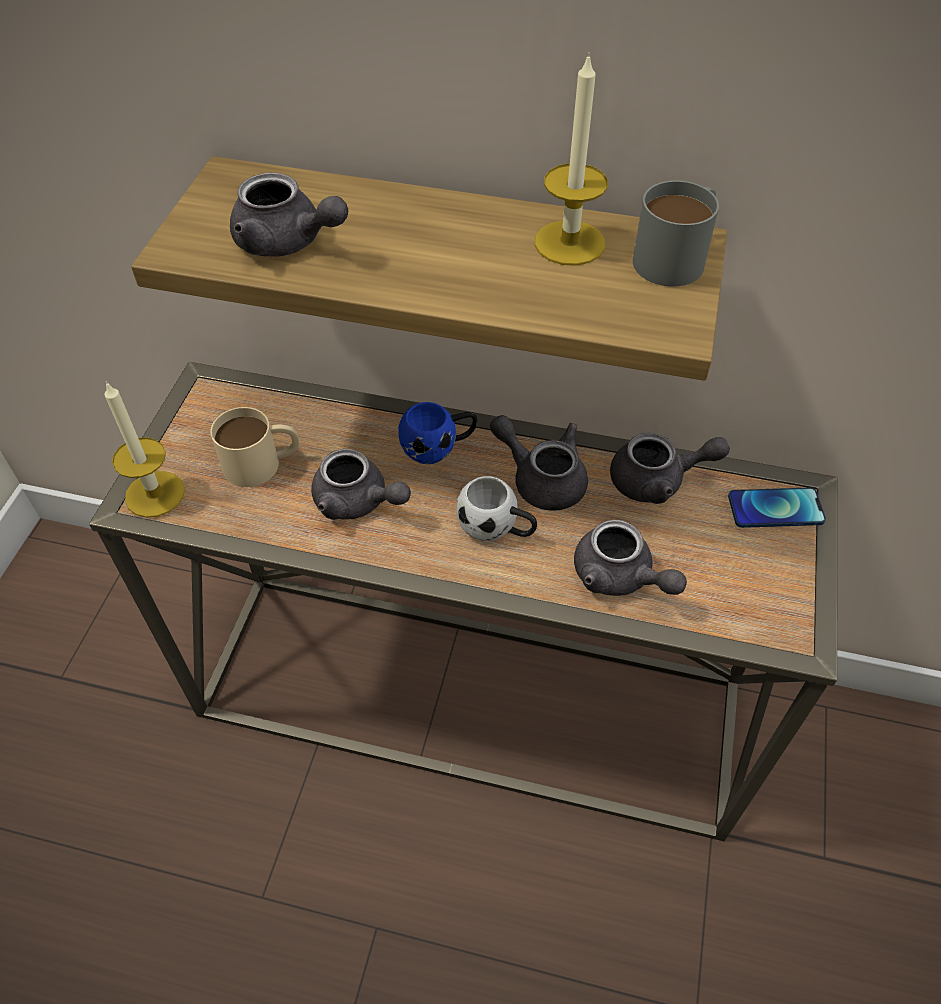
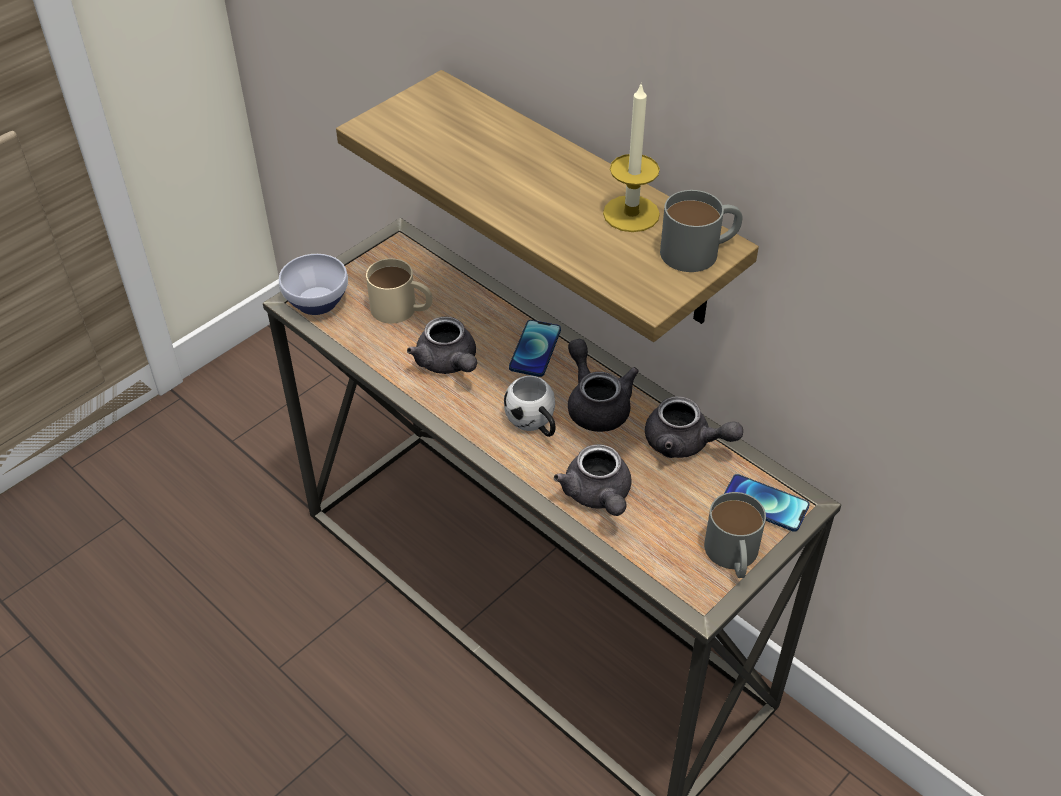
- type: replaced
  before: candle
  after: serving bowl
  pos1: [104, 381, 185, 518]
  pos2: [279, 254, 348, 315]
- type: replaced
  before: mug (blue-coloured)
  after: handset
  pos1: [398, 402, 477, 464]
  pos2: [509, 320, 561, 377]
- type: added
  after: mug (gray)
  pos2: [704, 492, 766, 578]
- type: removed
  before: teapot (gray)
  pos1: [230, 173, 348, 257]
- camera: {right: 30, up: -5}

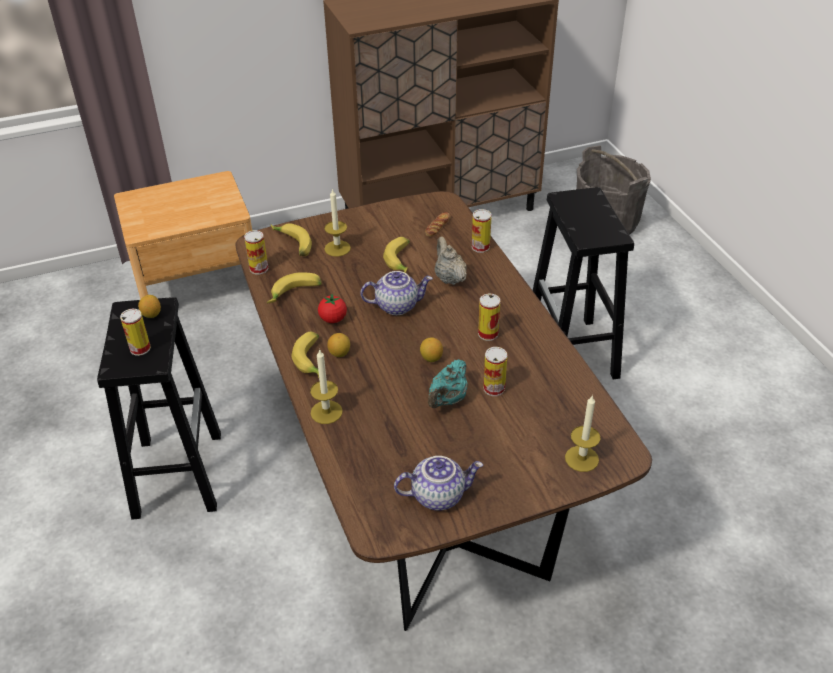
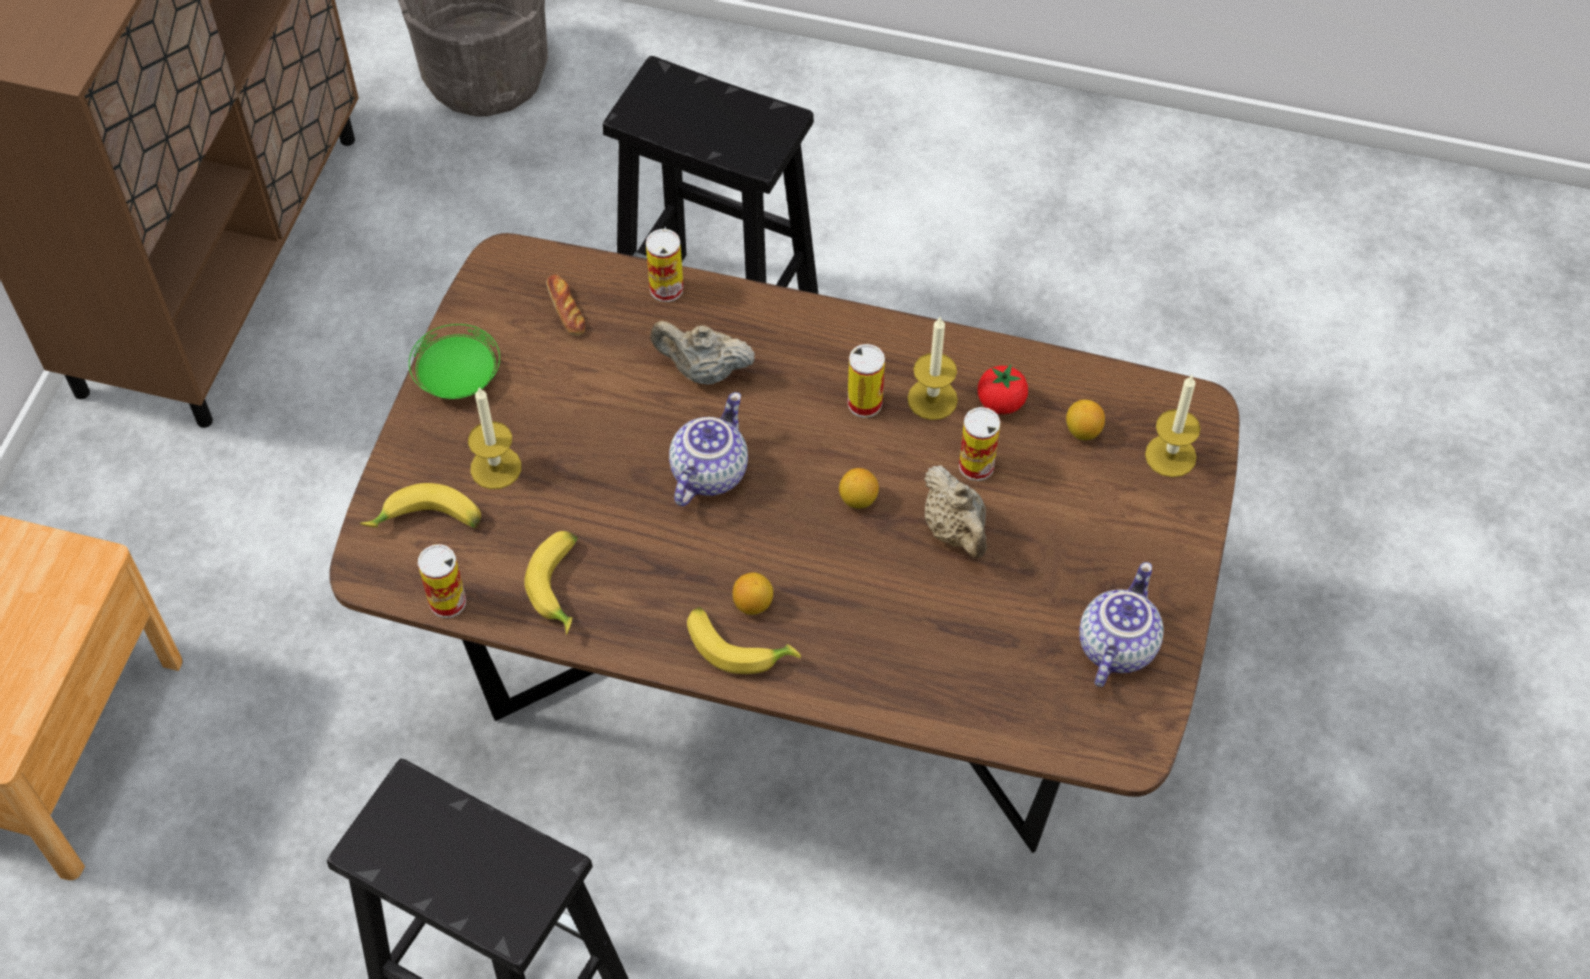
- type: added
  after: dinner plate (greenish)
  pos2: [409, 324, 500, 399]
- type: moved
  before: candle
  pos1: [310, 349, 343, 424]
  pos2: [907, 316, 958, 420]
- type: recoloured
  before: teapot (blue-green)
  after: teapot (beige-coloured)
  pos1: [428, 359, 468, 408]
  pos2: [924, 465, 987, 558]
- type: moved
  before: fresh tomato
  pos1: [318, 294, 347, 323]
  pos2: [978, 364, 1028, 415]
- type: moved
  before: lemon
  pos1: [138, 295, 161, 318]
  pos2: [1066, 400, 1105, 440]
- type: removed
  before: metal can
  pos1: [120, 309, 151, 356]
- type: removed
  before: banana fruit
  pos1: [383, 237, 410, 273]
- camera: {right: -55, up: 15}

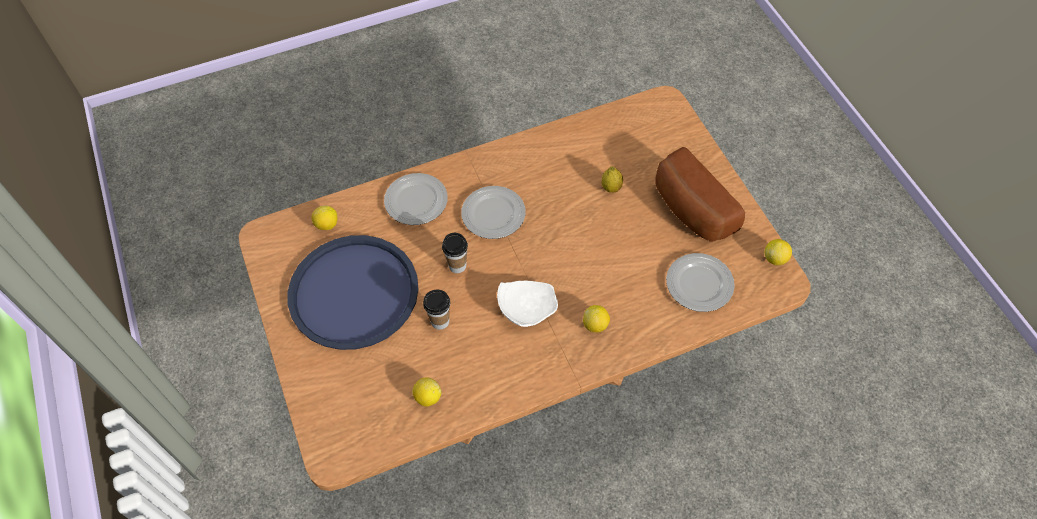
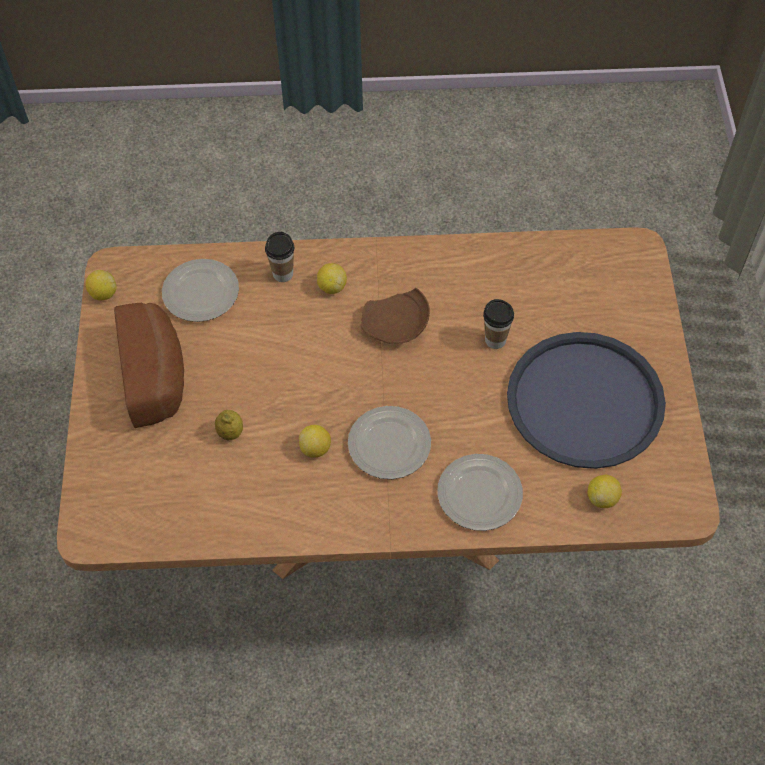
- type: moved
  before: drinking cup
  pos1: [442, 233, 468, 273]
  pos2: [265, 232, 294, 282]
- type: moved
  before: lemon
  pos1: [412, 378, 441, 407]
  pos2: [299, 425, 331, 458]
- type: recoloured
  before: dinner plate (whitish)
  after: dinner plate (brown-coloured)
  pos1: [497, 281, 558, 327]
  pos2: [361, 288, 430, 344]
- camera: {right: -160, up: 0}

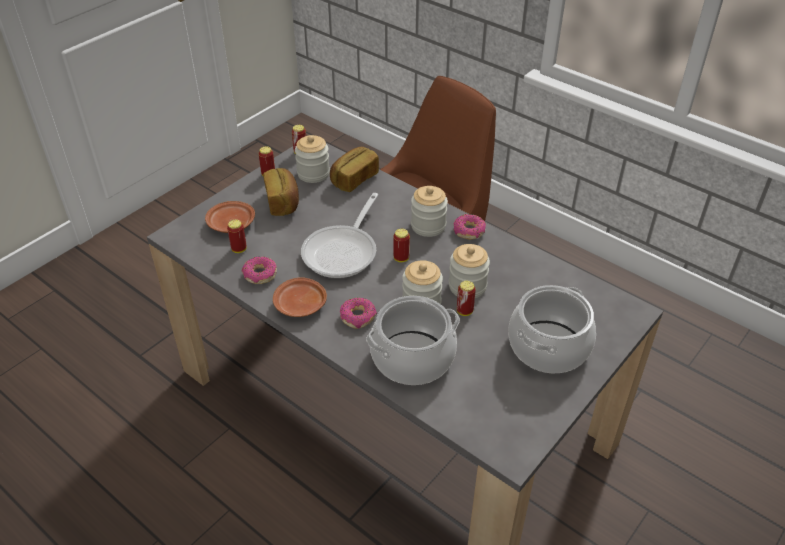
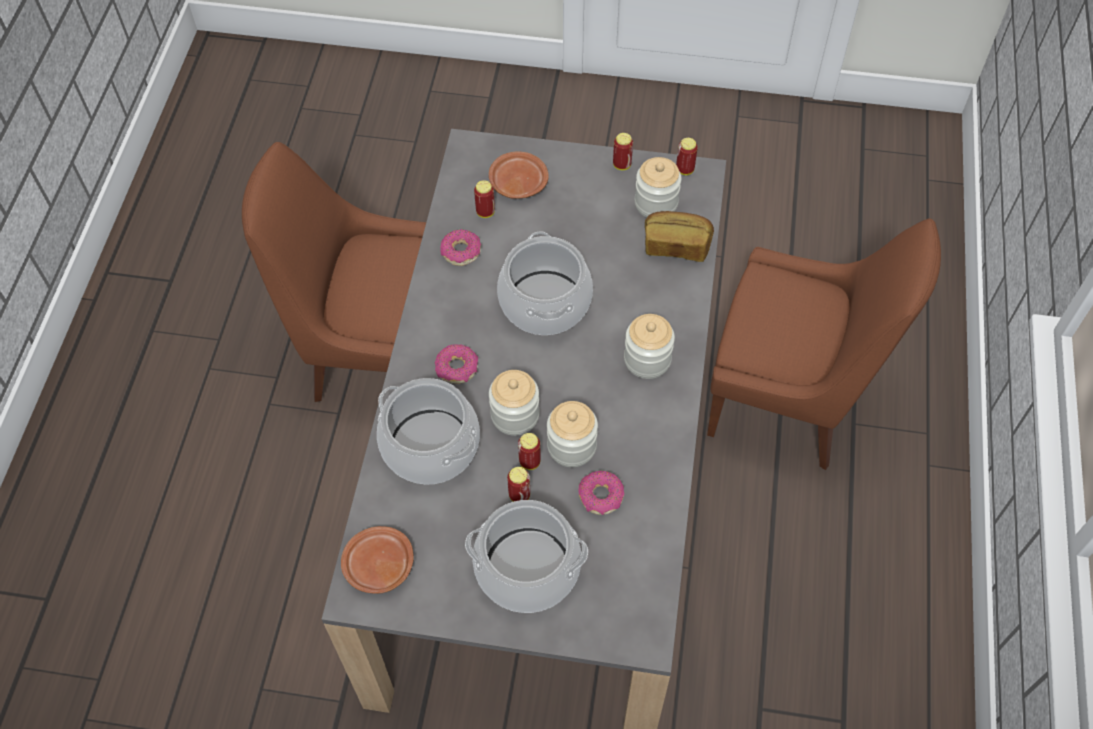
- type: added
  after: upright chair (brown-coloured)
  pos2: [242, 142, 426, 402]
- type: moved
  before: dinner plate (brown-coloured)
  pos1: [273, 277, 327, 317]
  pos2: [341, 526, 414, 594]
- type: replaced
  before: skillet
  after: stockpot
  pos1: [301, 193, 378, 278]
  pos2: [497, 232, 593, 335]
- type: moved
  before: metal can
  pos1: [393, 229, 410, 262]
  pos2: [507, 467, 530, 502]
- type: moved
  before: donut
  pos1: [453, 214, 486, 240]
  pos2: [578, 471, 624, 515]
- type: removed
  before: bakery bread
  pos1: [263, 168, 299, 216]
- camera: {right: 60, up: 15}

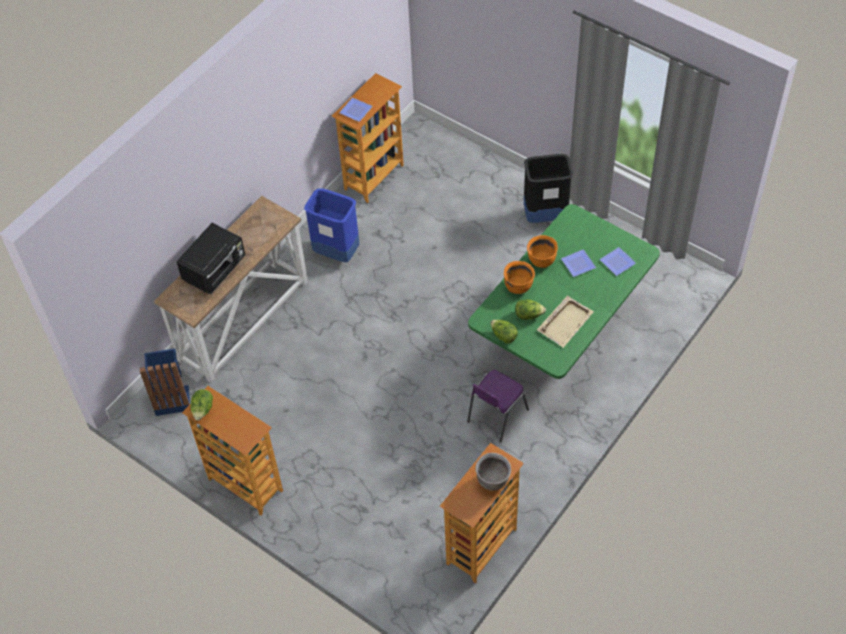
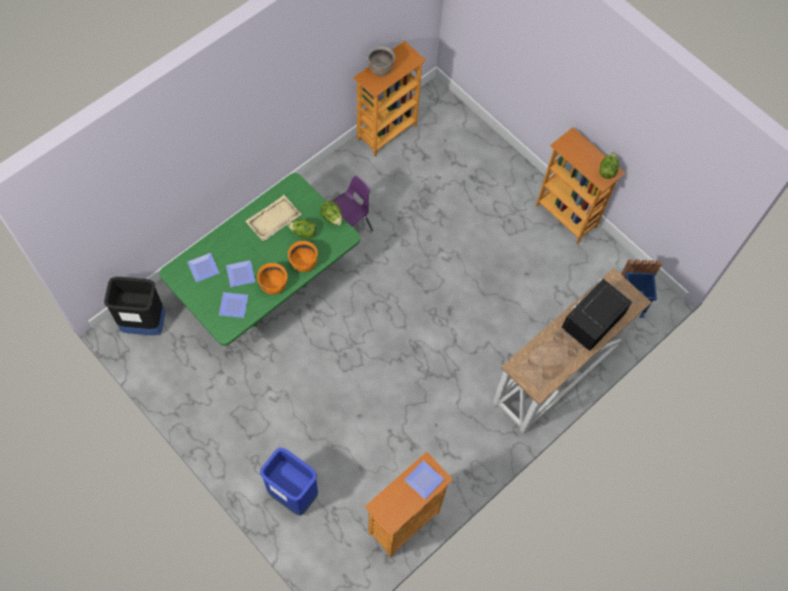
- type: moved
  before: waste bin (black)
  pos1: [524, 154, 573, 223]
  pos2: [104, 277, 165, 335]
- type: added
  after: dinner plate
  pos2: [219, 292, 248, 318]
- type: moved
  before: waste bin (blue-coloured)
  pos1: [304, 188, 359, 262]
  pos2: [260, 448, 318, 516]
- camera: {right: -175, up: 10}

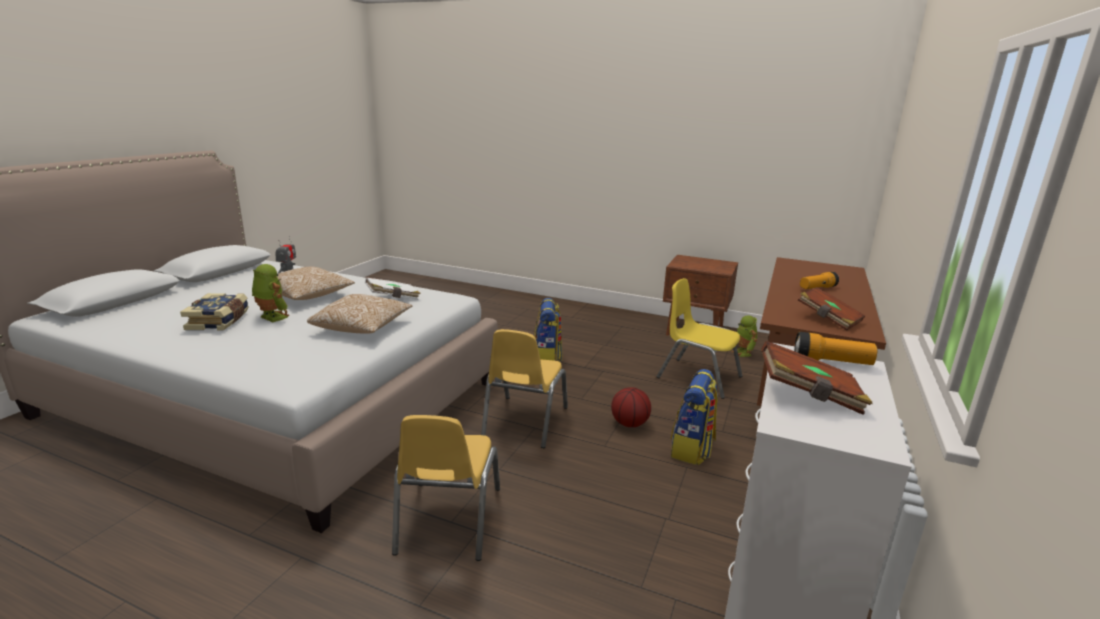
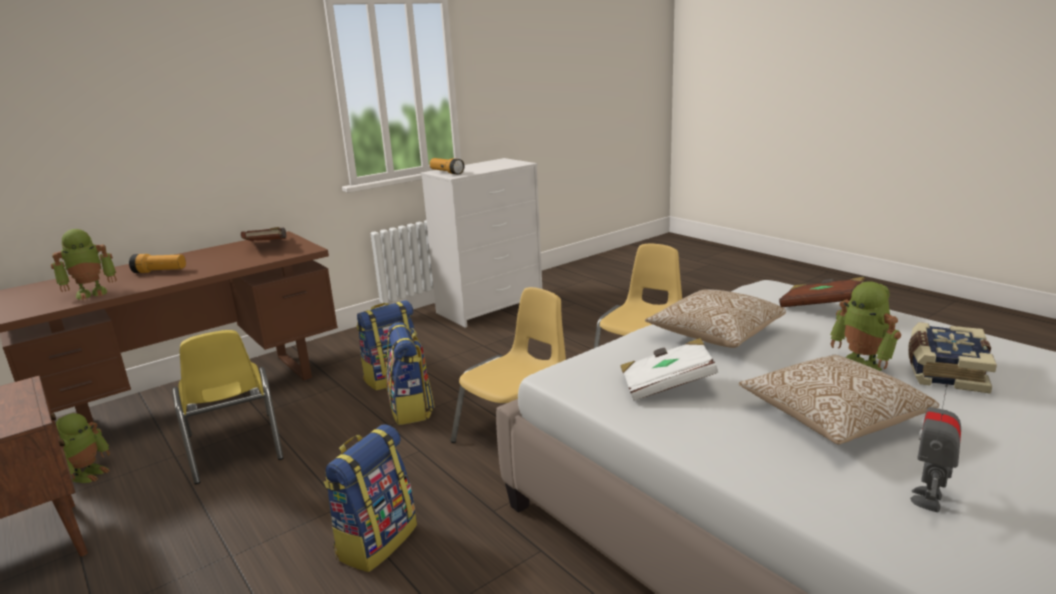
- type: added
  after: robot figure
  pos2: [51, 229, 117, 300]
- type: replaced
  before: basketball ball
  after: backpack
  pos1: [611, 387, 651, 427]
  pos2: [385, 322, 435, 425]
- type: moved
  before: book (brown-coloured)
  pos1: [761, 341, 872, 415]
  pos2: [779, 277, 865, 307]
- camera: {right: -150, up: 0}

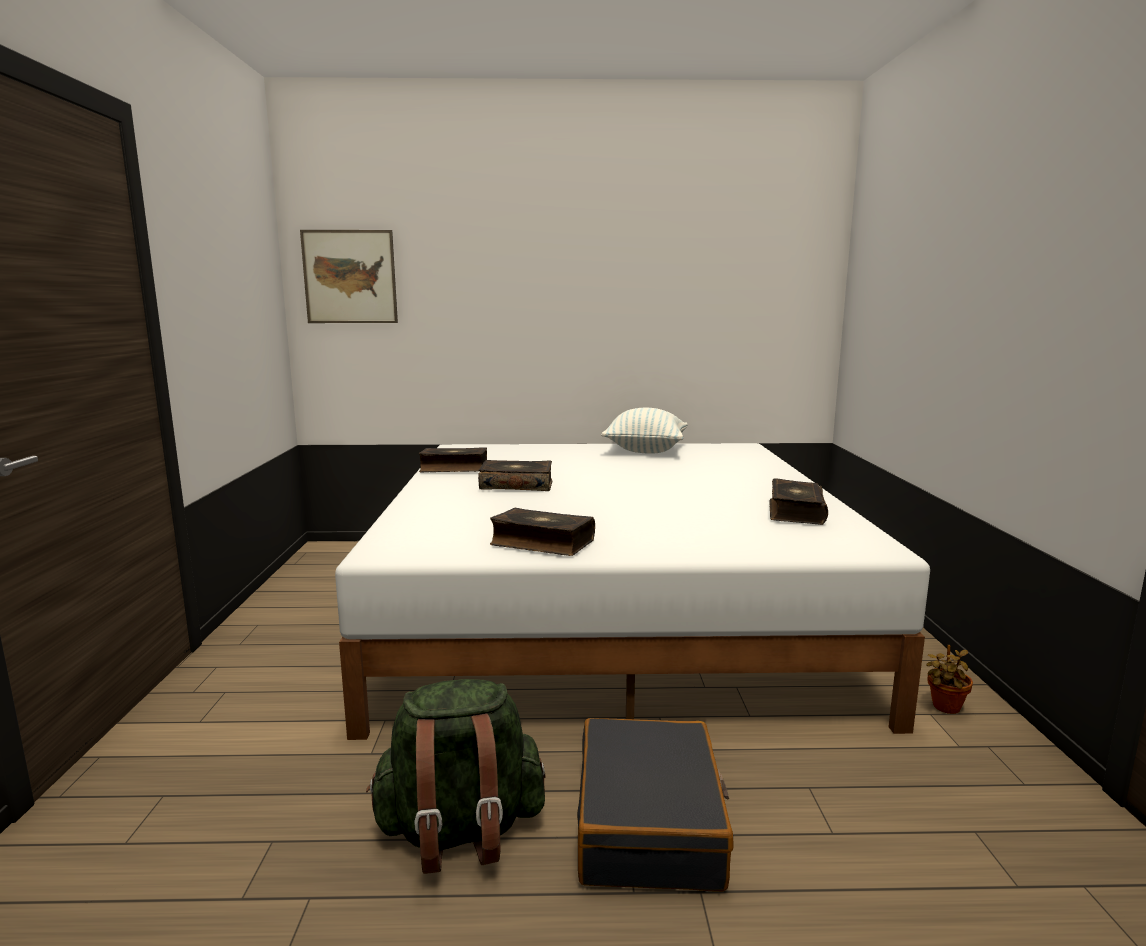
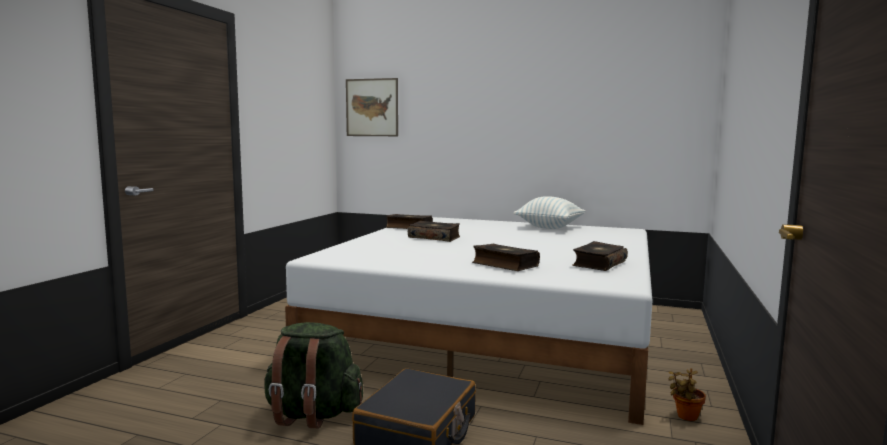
- type: moved
  before: book
  pos1: [490, 508, 595, 556]
  pos2: [472, 244, 540, 271]
- camera: {right: 20, up: -5}

